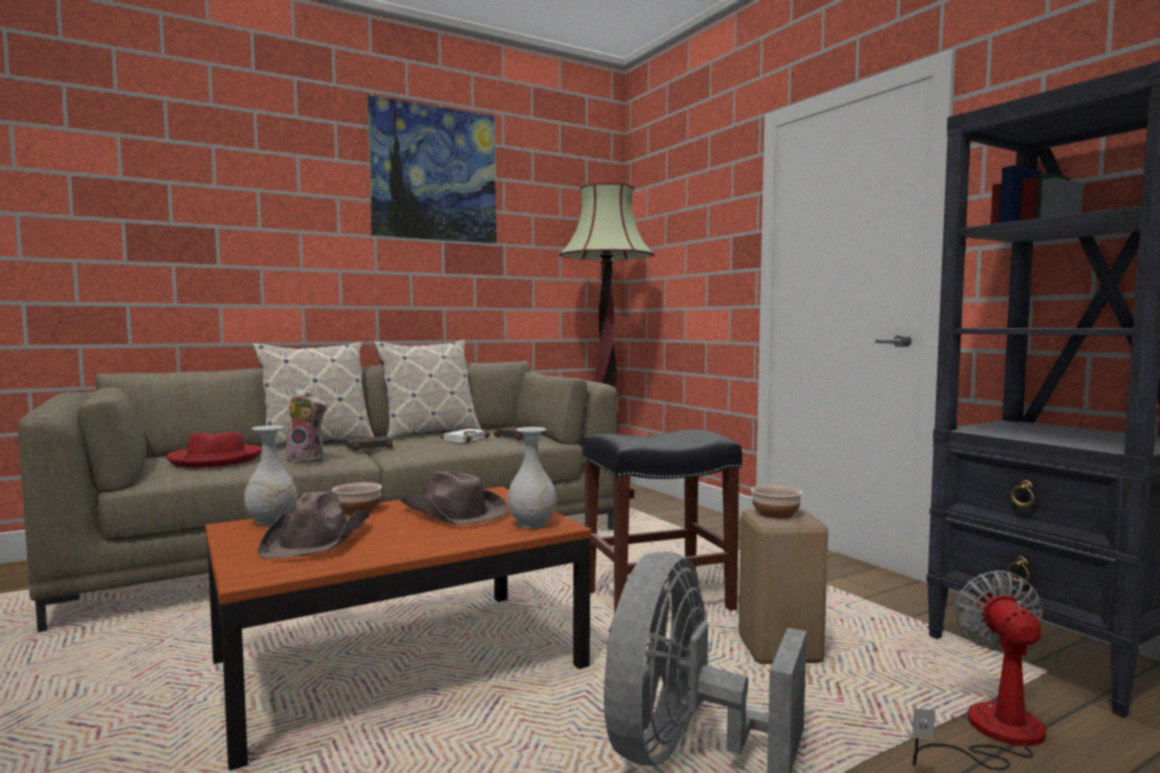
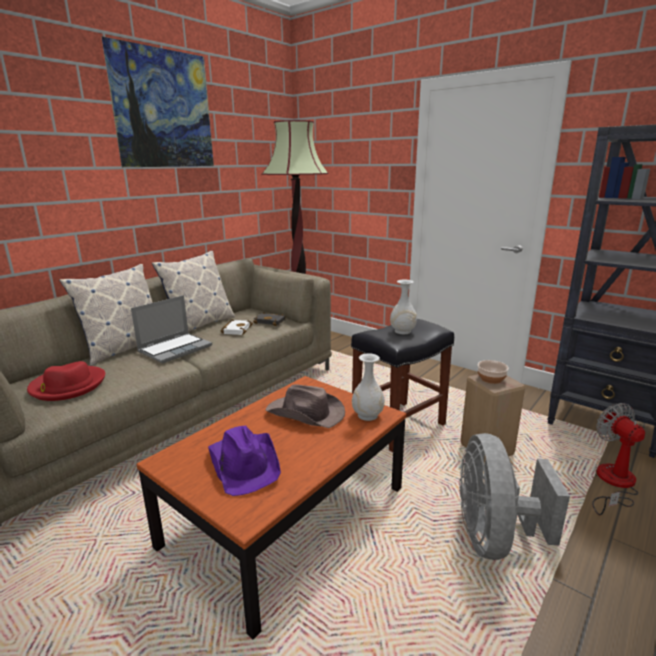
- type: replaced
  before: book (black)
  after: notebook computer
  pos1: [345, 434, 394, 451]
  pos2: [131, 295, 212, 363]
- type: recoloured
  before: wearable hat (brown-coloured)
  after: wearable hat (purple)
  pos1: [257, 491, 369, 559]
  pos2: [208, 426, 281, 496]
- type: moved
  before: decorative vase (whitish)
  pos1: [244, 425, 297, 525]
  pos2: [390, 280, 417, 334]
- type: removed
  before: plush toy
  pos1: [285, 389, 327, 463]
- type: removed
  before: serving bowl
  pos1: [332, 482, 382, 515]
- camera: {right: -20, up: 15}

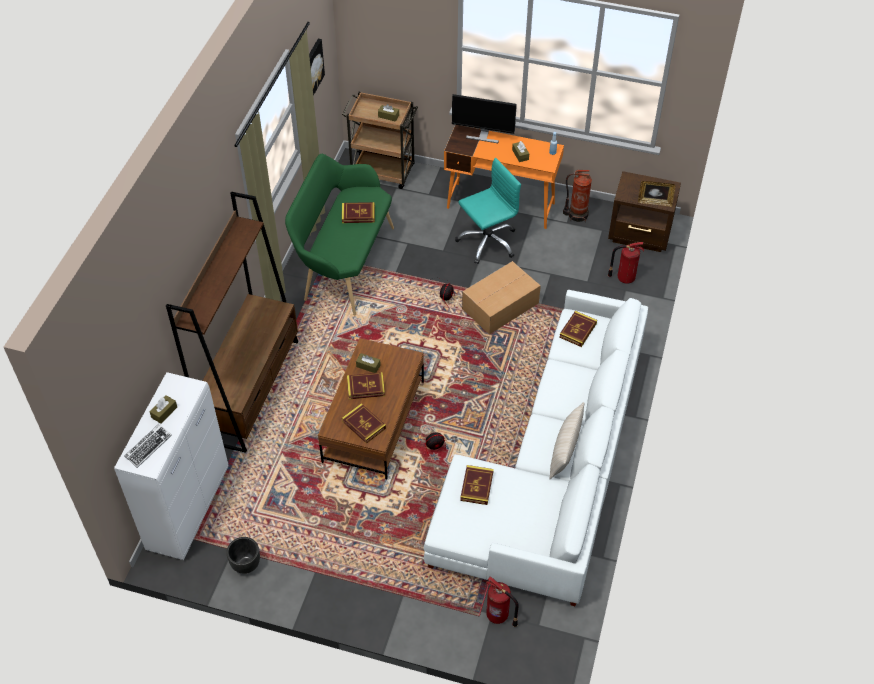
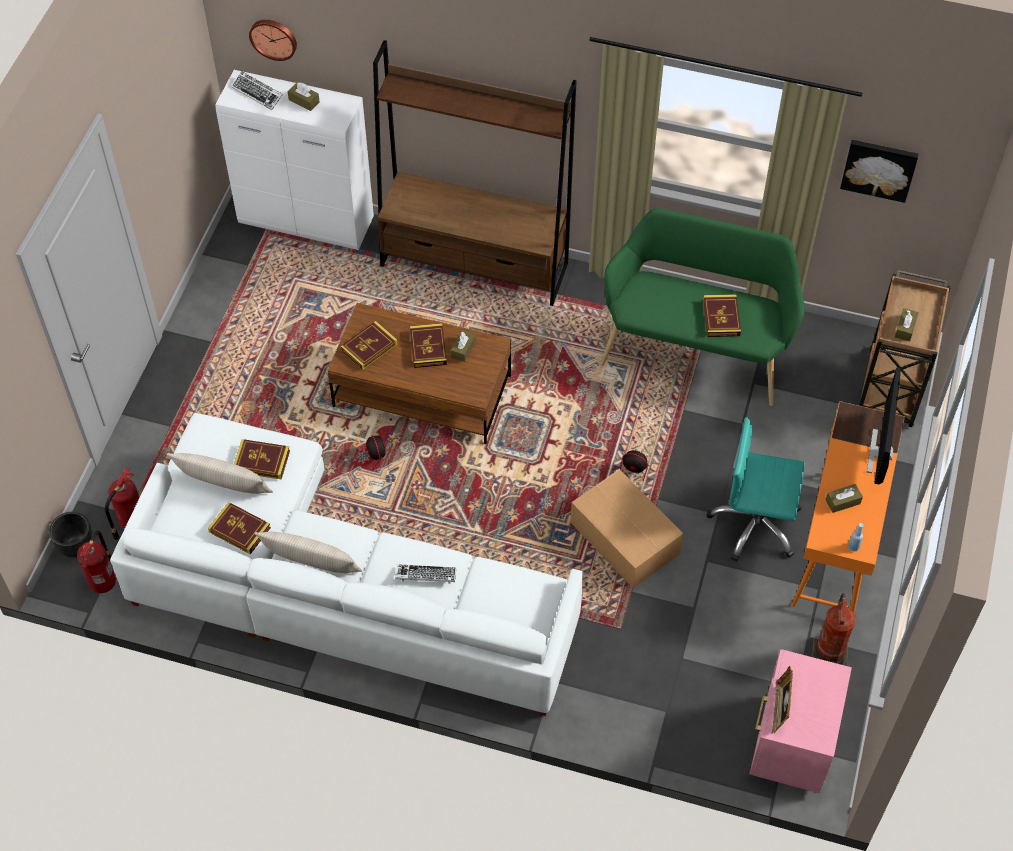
- type: moved
  before: flower pot (black)
  pos1: [227, 537, 260, 574]
  pos2: [49, 512, 93, 558]
- type: moved
  before: extinguisher
  pos1: [608, 242, 644, 284]
  pos2: [77, 531, 116, 593]
- type: added
  after: pillow (beige-coloured)
  pos2: [167, 453, 273, 494]
- type: moved
  before: book
  pos1: [559, 311, 597, 347]
  pos2: [208, 502, 271, 554]
- type: added
  after: clock on the wall
  pos2: [249, 20, 297, 61]
- type: added
  after: keyboard
  pos2: [395, 564, 457, 584]
- type: turned
  before: computer chair (blue-green)
  pos1: [455, 158, 521, 264]
  pos2: [706, 417, 805, 562]
  turn: 135
- type: recoloured
  before: bedside table (brown-coloured)
  after: bedside table (pink)
  pos1: [608, 171, 681, 252]
  pos2: [750, 649, 852, 793]
- camera: {right: 90, up: 5}

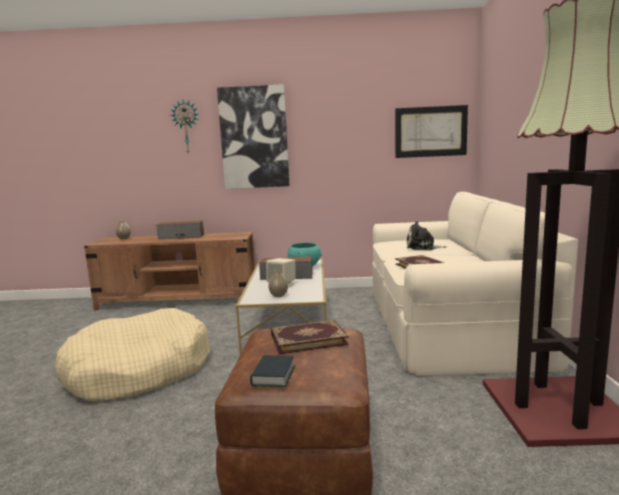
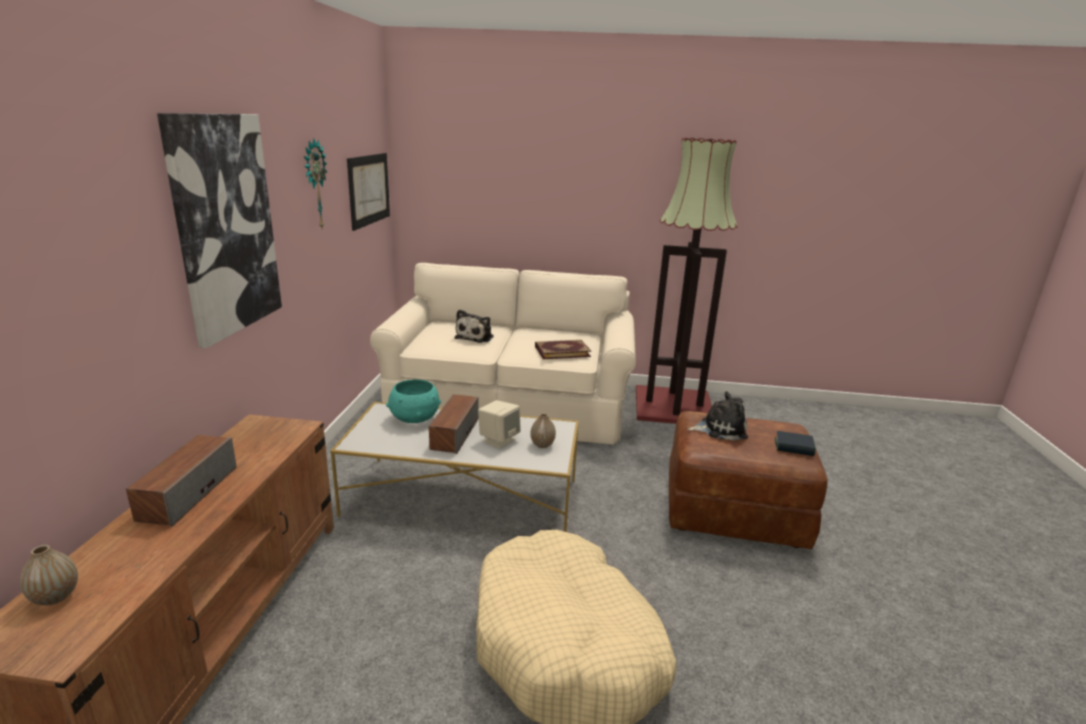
- type: moved
  before: clock on the wall
  pos1: [170, 99, 199, 155]
  pos2: [304, 139, 327, 228]
- type: replaced
  before: book
  after: plush toy
  pos1: [271, 320, 349, 355]
  pos2: [688, 391, 748, 441]
- camera: {right: -85, up: 10}

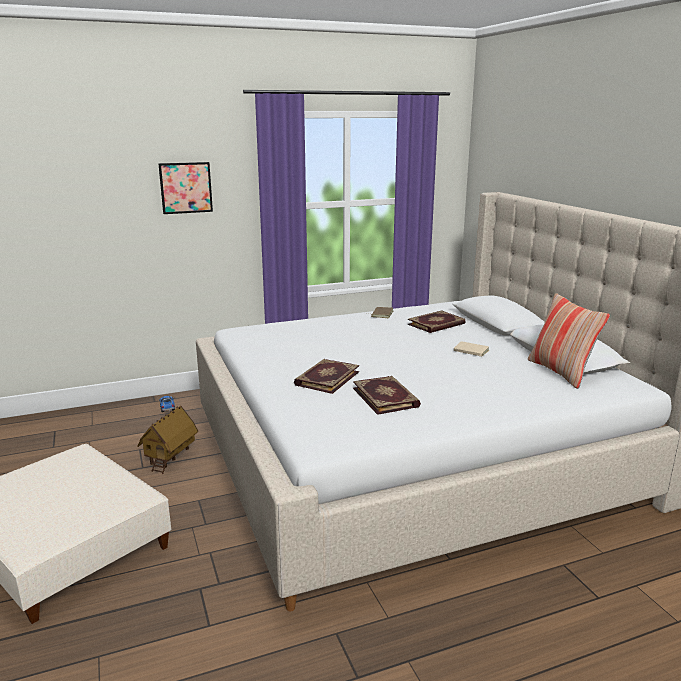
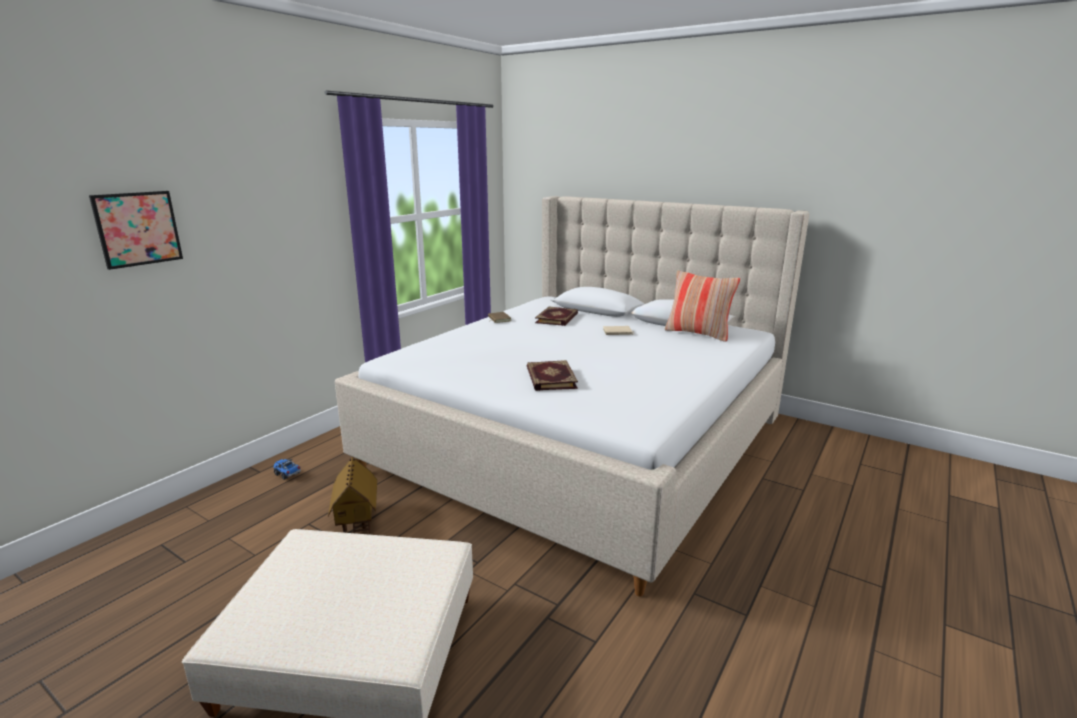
- type: moved
  before: wall art
  pos1: [158, 162, 213, 214]
  pos2: [89, 191, 183, 270]
- type: removed
  before: book
  pos1: [353, 376, 421, 415]
- camera: {right: -35, up: 0}

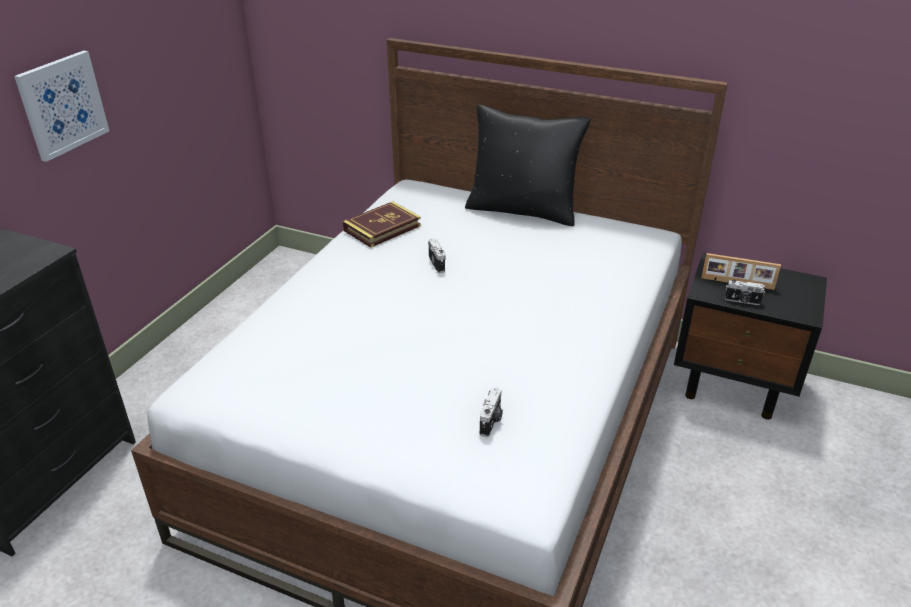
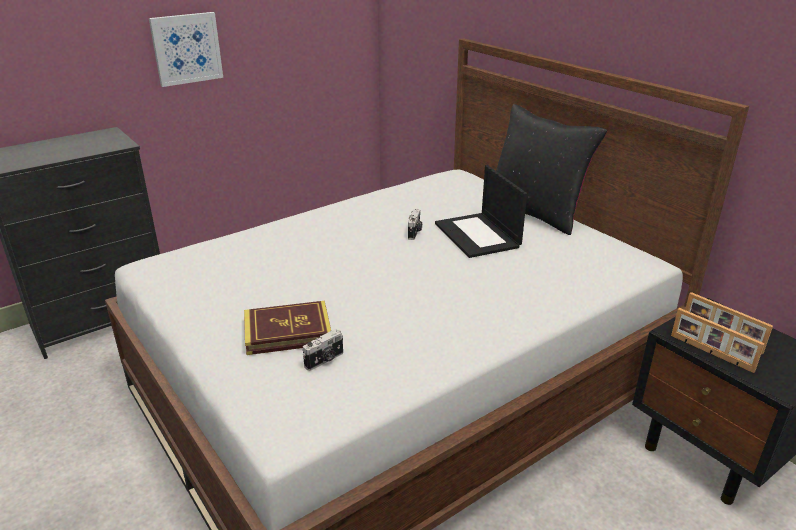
- type: moved
  before: book
  pos1: [343, 201, 421, 248]
  pos2: [244, 301, 331, 355]
- type: added
  after: notebook computer
  pos2: [435, 165, 527, 258]
- type: replaced
  before: photo camera
  after: photo frame
  pos1: [725, 280, 765, 305]
  pos2: [671, 308, 765, 373]
- camera: {right: 30, up: -5}

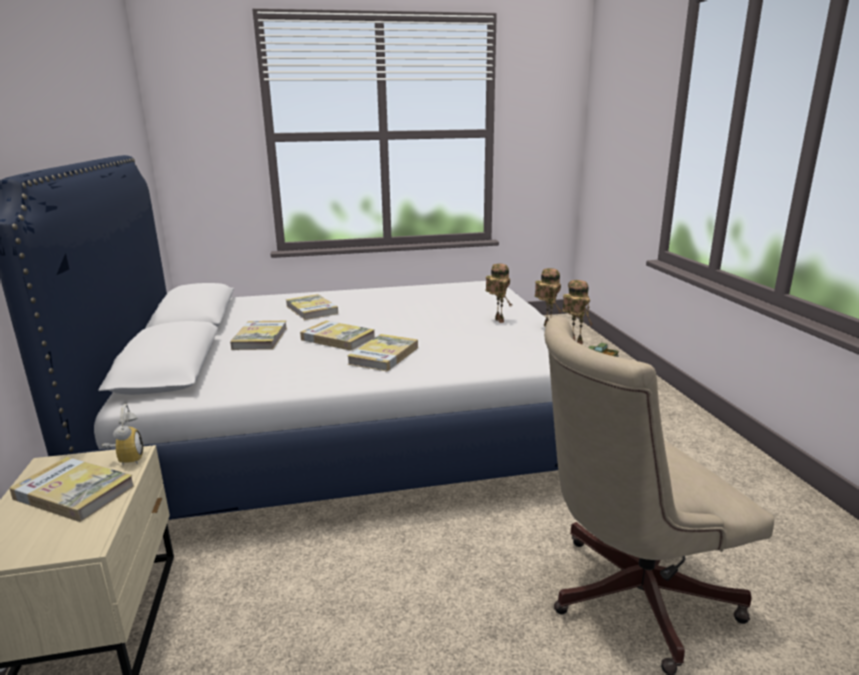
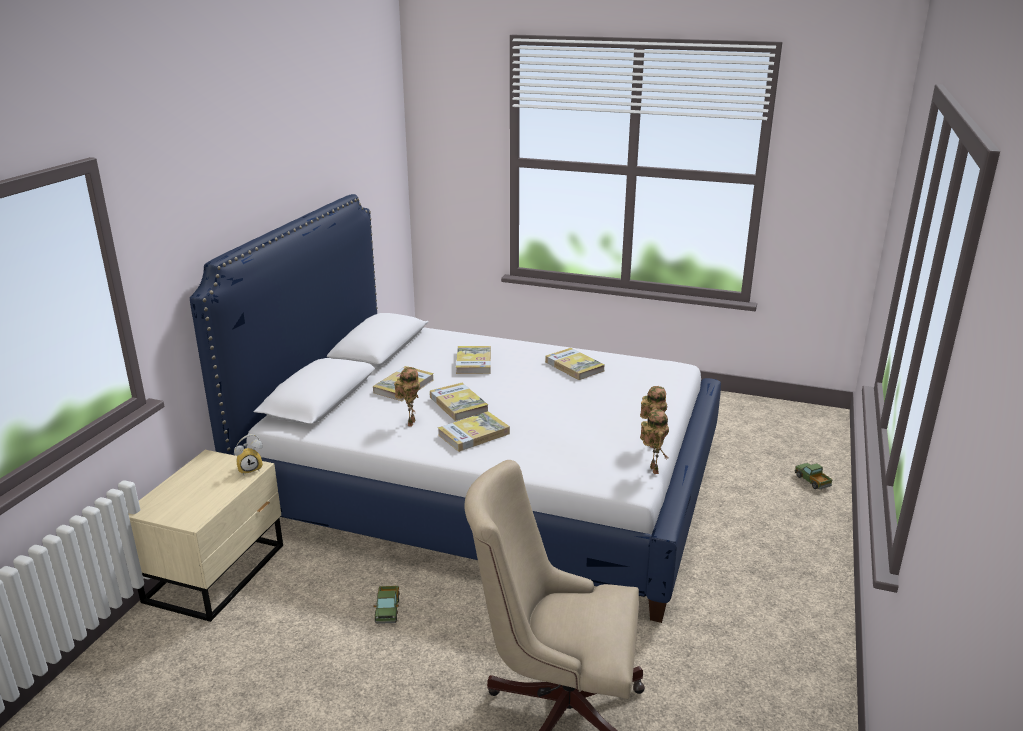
- type: turned
  before: bedside clock
  pos1: [102, 404, 143, 464]
  pos2: [234, 434, 263, 475]
  turn: 45
- type: added
  after: toy lorry
  pos2: [374, 586, 400, 624]
- type: moved
  before: robot figure
  pos1: [486, 264, 512, 323]
  pos2: [394, 367, 420, 427]
- type: moved
  before: book
  pos1: [9, 457, 134, 522]
  pos2: [545, 348, 605, 380]
- camera: {right: 30, up: 5}

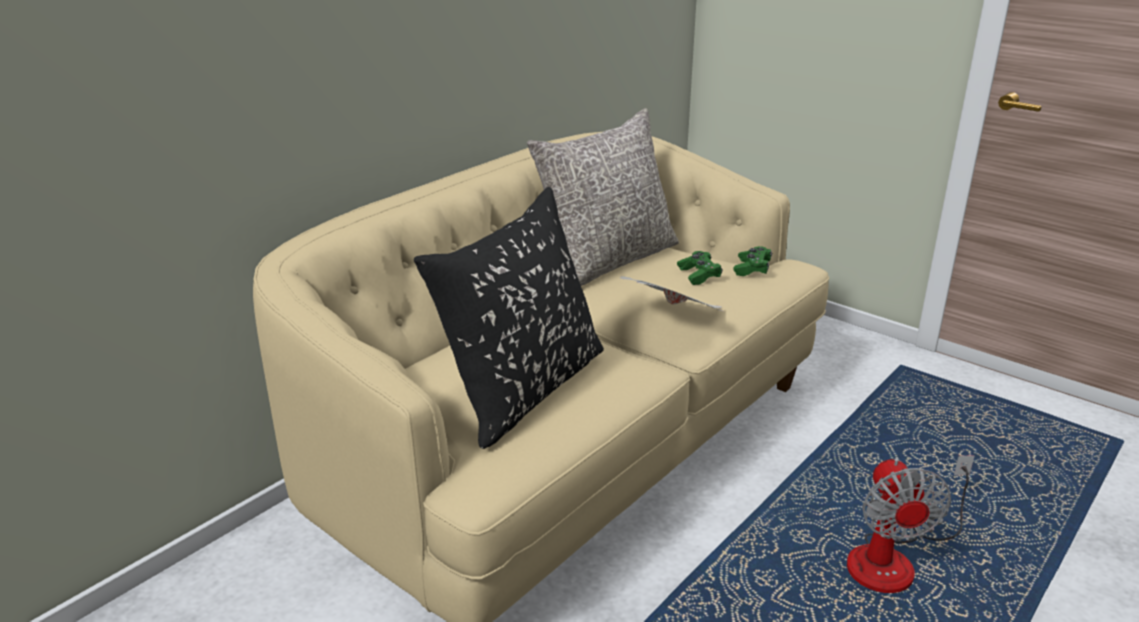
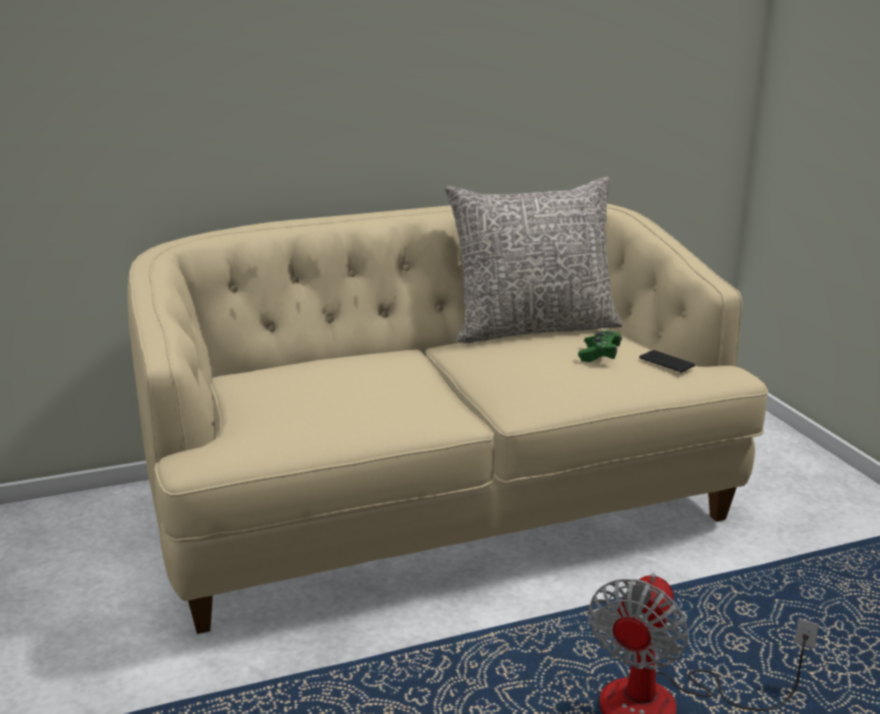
- type: replaced
  before: joypad (greenish)
  after: handset
  pos1: [733, 246, 772, 276]
  pos2: [639, 350, 695, 372]
- type: removed
  before: pillow (black)
  pos1: [414, 187, 604, 449]
- type: removed
  before: newspaper
  pos1: [620, 276, 723, 311]
- camera: {right: 30, up: -5}

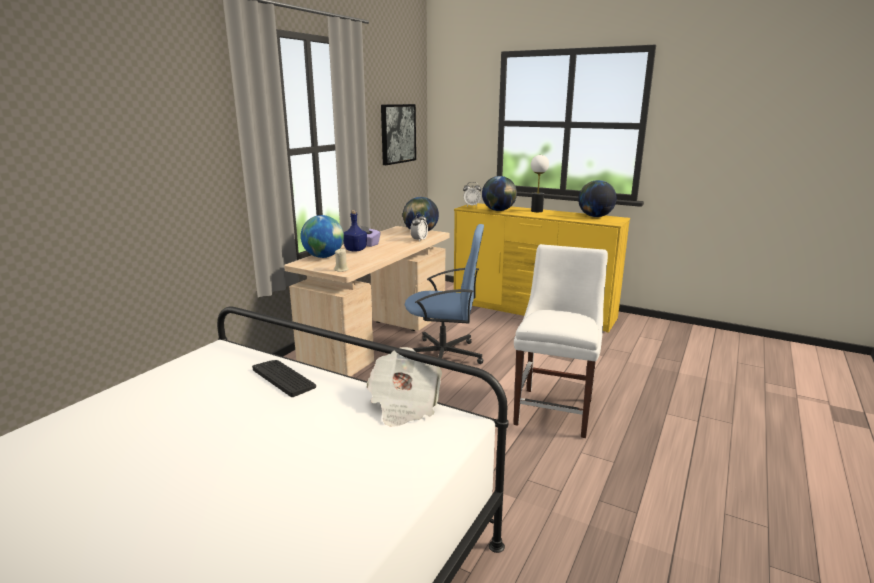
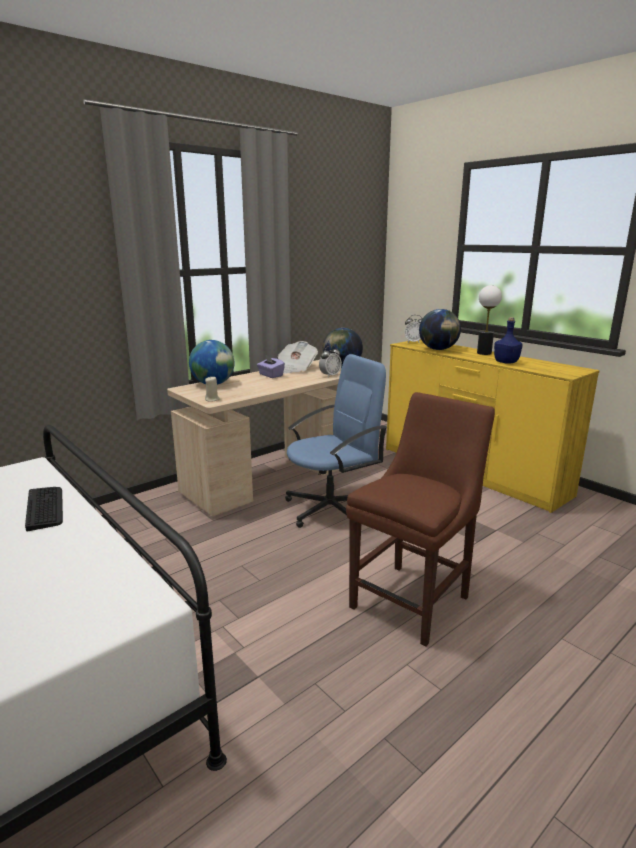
- type: moved
  before: newspaper
  pos1: [366, 347, 442, 427]
  pos2: [278, 341, 318, 373]
- type: turned
  before: computer chair (blue-coloured)
  pos1: [404, 224, 484, 364]
  pos2: [285, 354, 387, 528]
  turn: -60
- type: recoloured
  before: upright chair (whitish)
  after: upright chair (brown-coloured)
  pos1: [513, 244, 608, 438]
  pos2: [346, 392, 495, 647]
- type: moved
  before: beverage bottle (blue-coloured)
  pos1: [344, 210, 367, 252]
  pos2: [494, 317, 523, 364]
- type: removed
  before: wall art
  pos1: [381, 104, 416, 165]
- type: removed
  before: world globe
  pos1: [578, 180, 617, 217]
- camera: {right: 20, up: 0}

